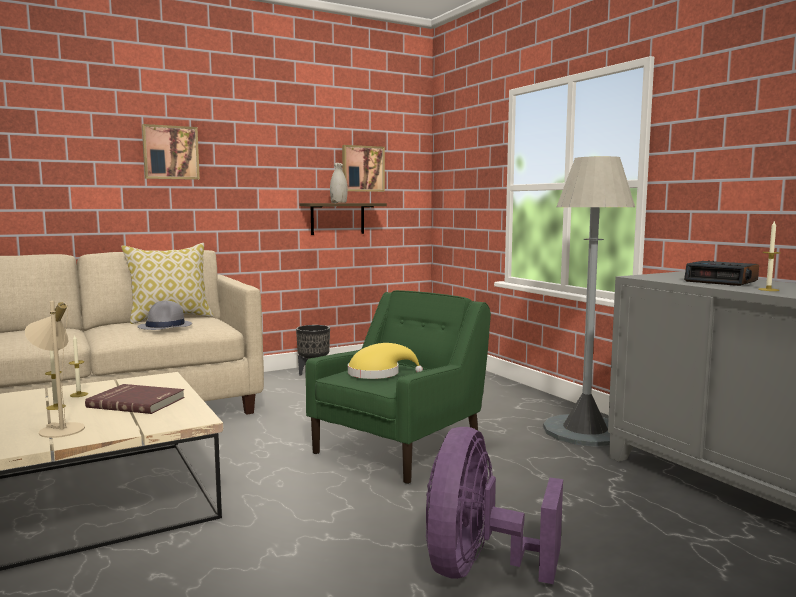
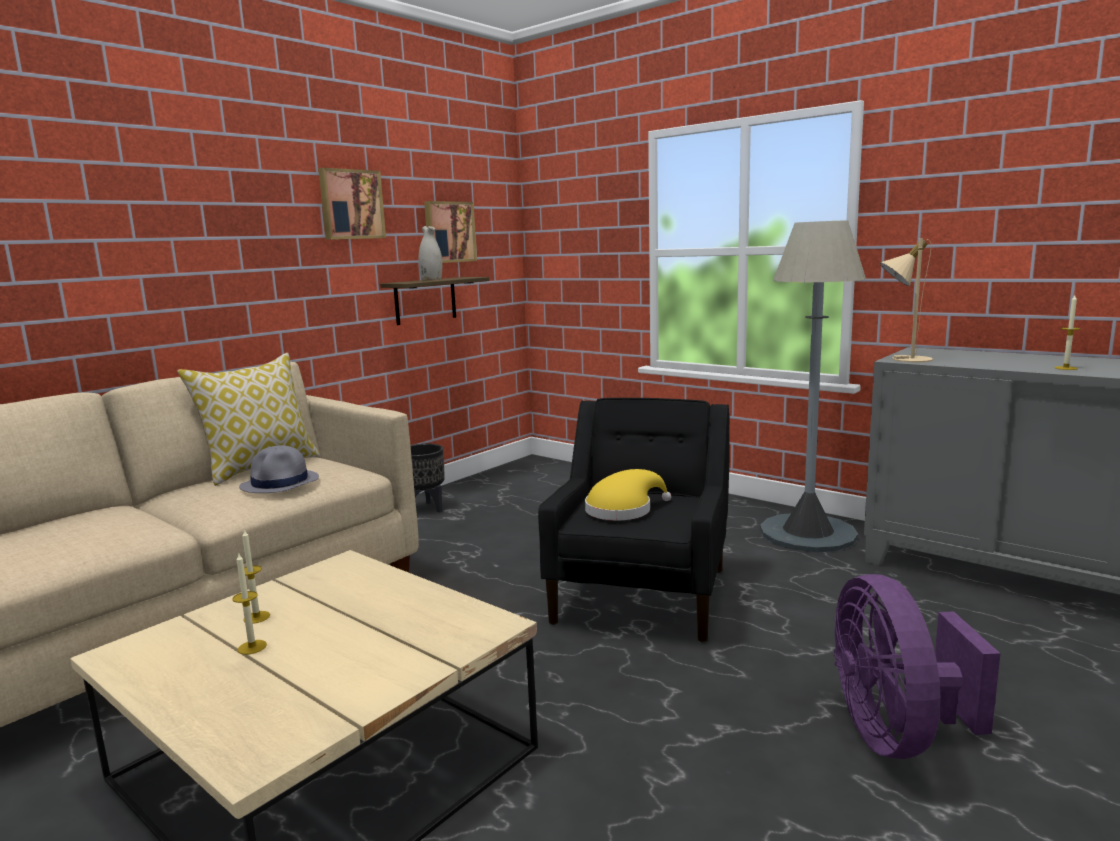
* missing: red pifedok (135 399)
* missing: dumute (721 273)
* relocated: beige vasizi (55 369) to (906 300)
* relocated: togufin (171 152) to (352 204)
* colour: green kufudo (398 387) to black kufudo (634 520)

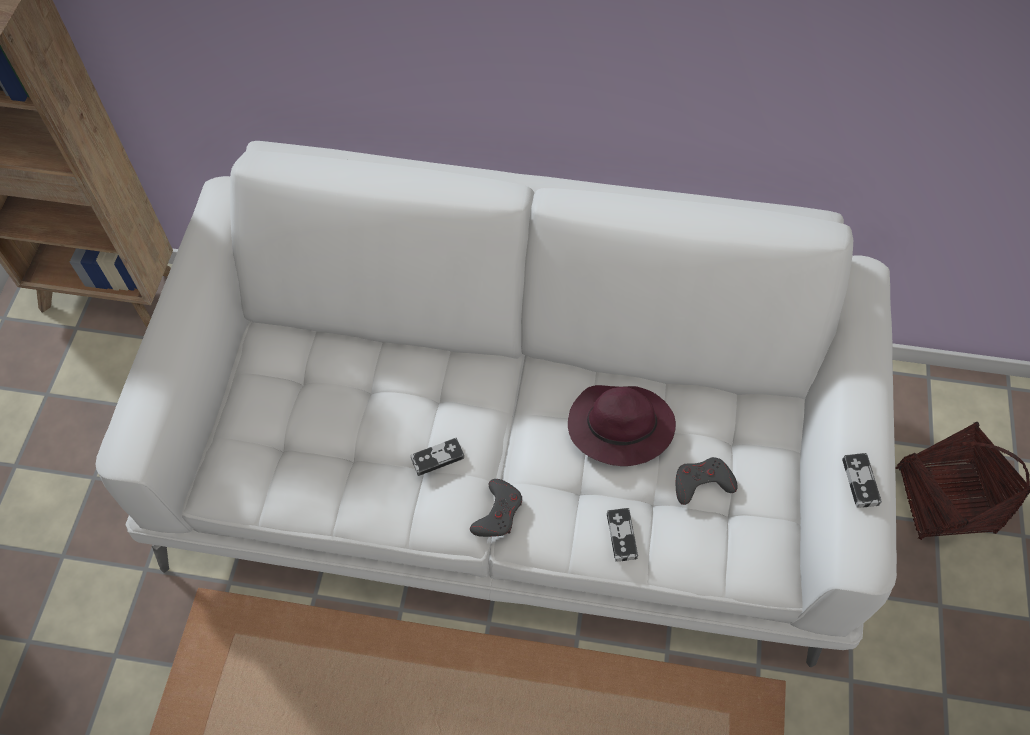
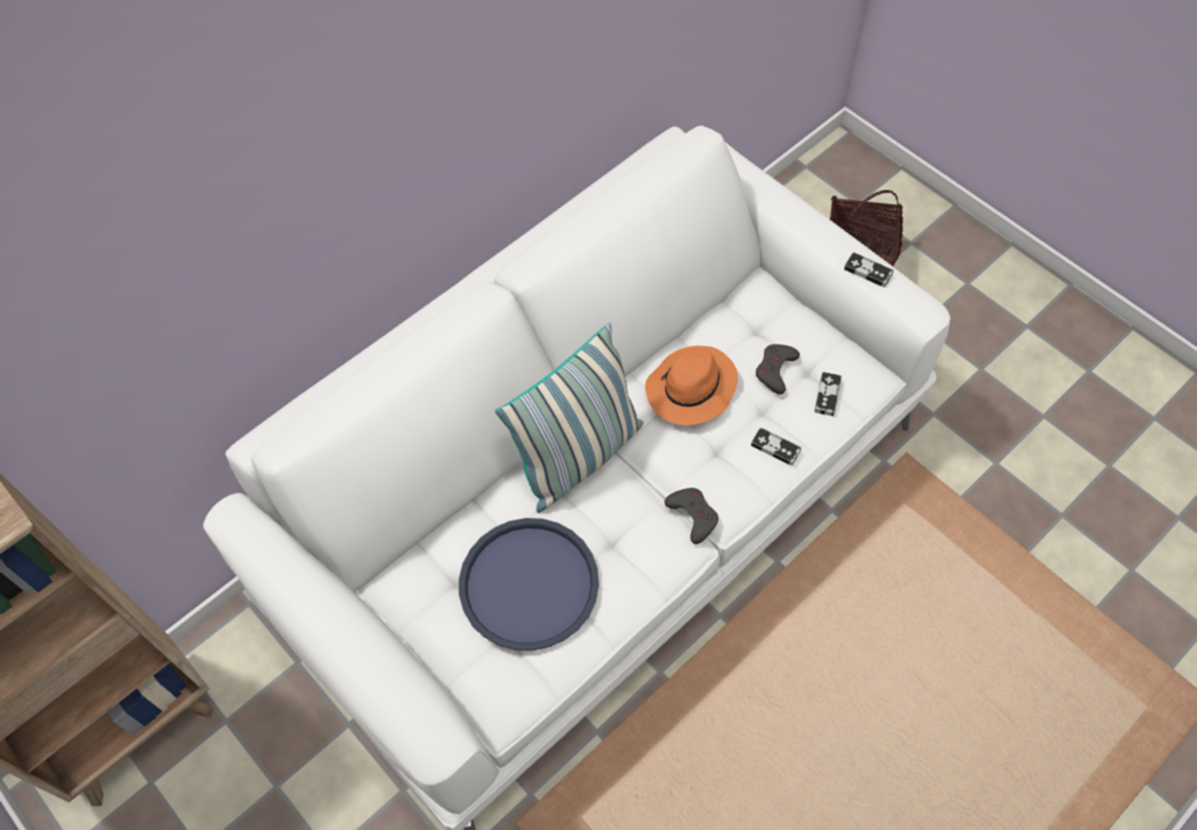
* appeared: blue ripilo (529 584)
* appeared: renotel (569 418)
* relocated: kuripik (437 457) to (828 394)
* colour: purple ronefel (622 425) to orange ronefel (691 385)

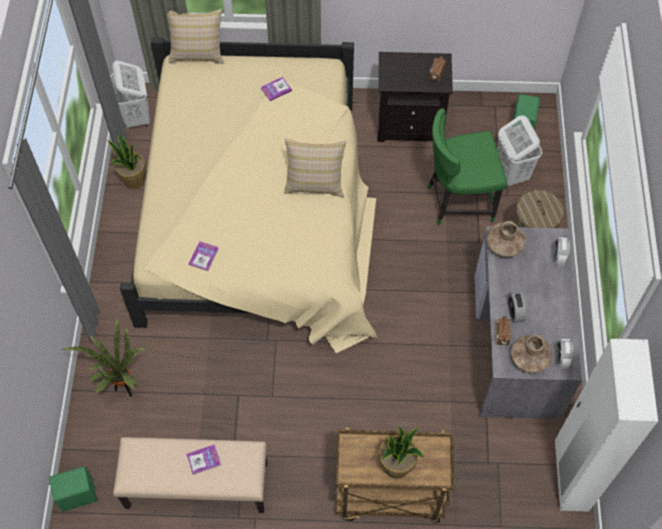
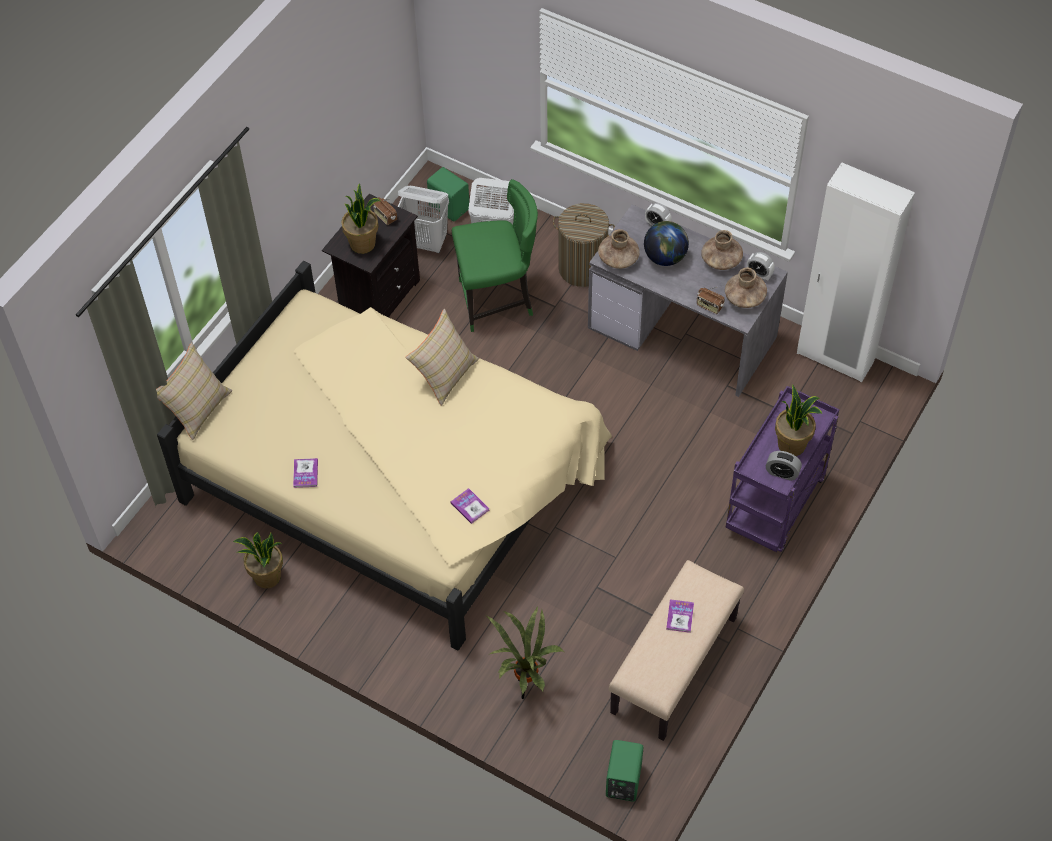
* appeared: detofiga (361 218)
* appeared: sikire (666 243)
* appeared: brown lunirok (722 250)
* relocated: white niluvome (130 95) to (423 219)
* relocated: pifedok (276 89) to (305 473)
* relocated: dumute (516 307) to (784 466)
* colour: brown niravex (395 475) to purple niravex (782 469)
* spun: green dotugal (467 166) = (495 255) 120 degrees counterclockwise

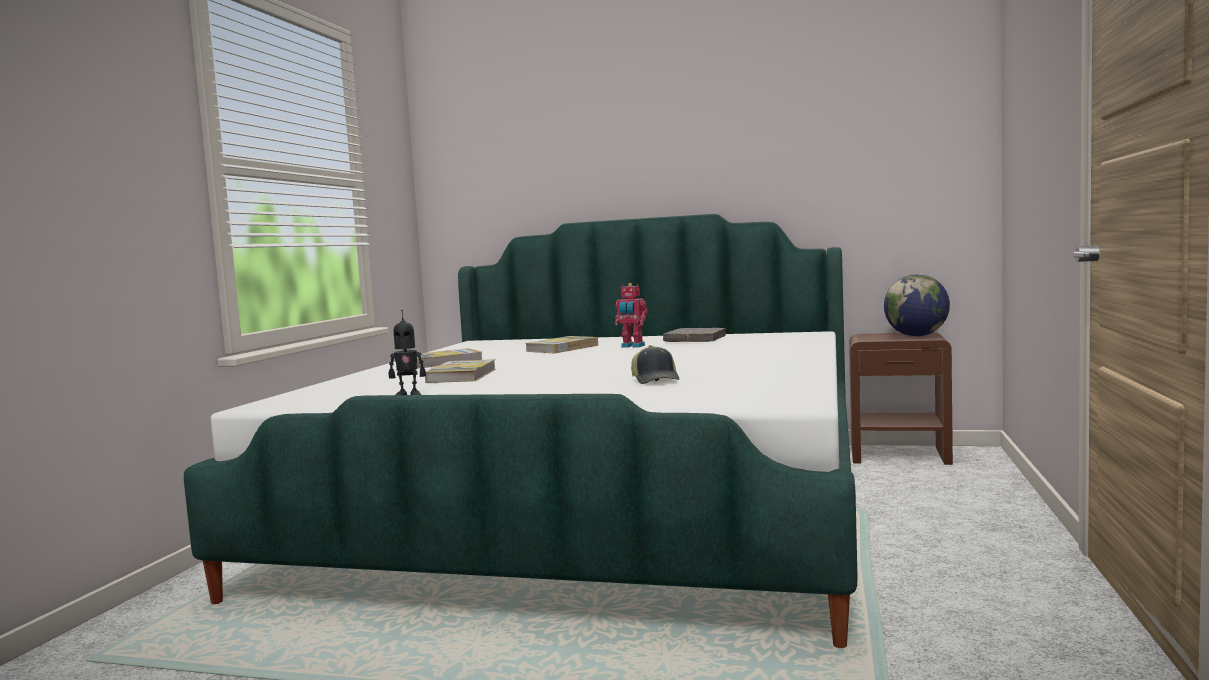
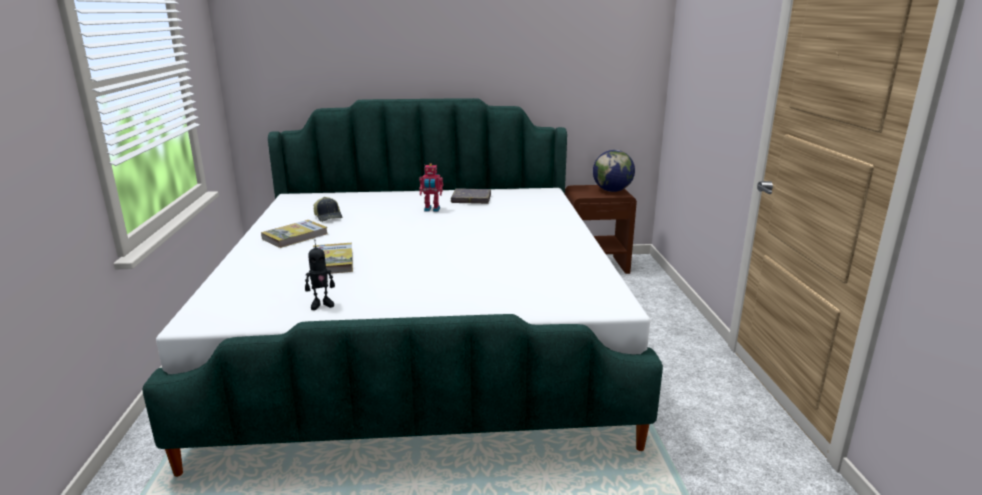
* missing: pifedok (561 344)
* relocated: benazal (655 364) to (328 209)

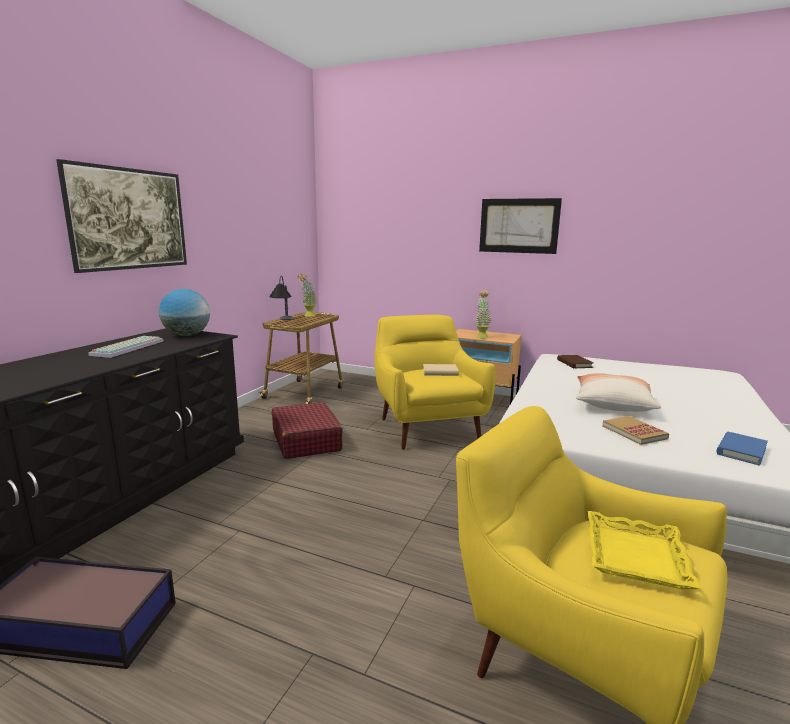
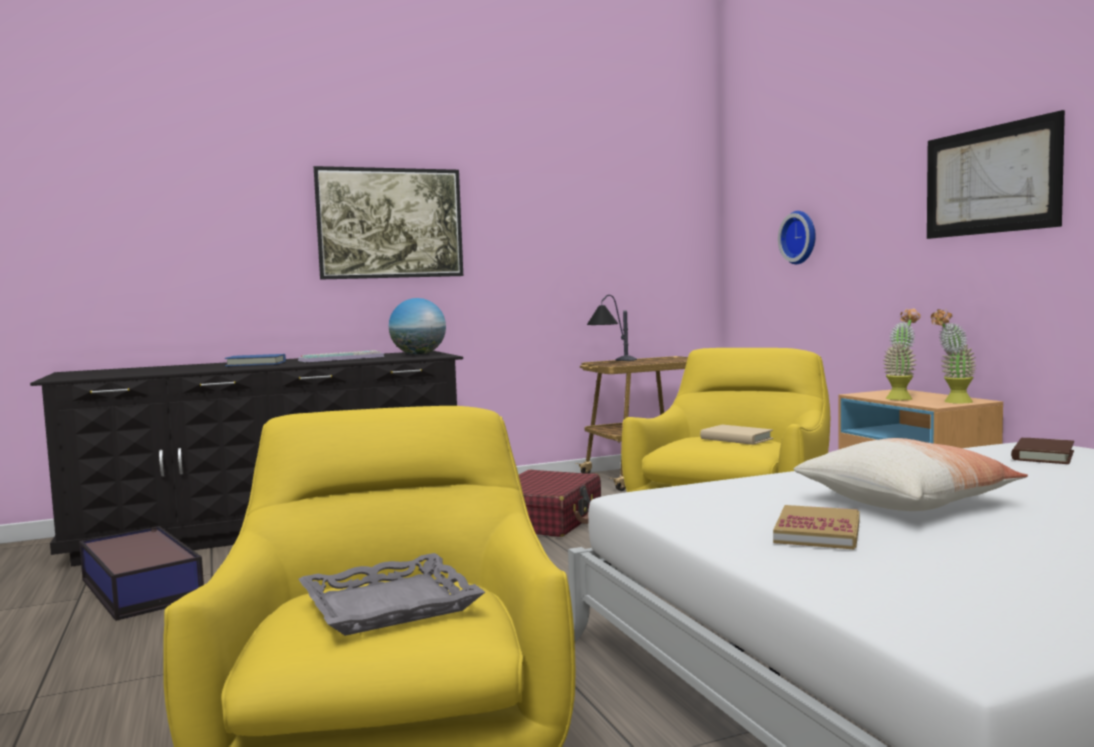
* appeared: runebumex (797 237)
* relocated: detofiga (307 295) to (953 356)
* relocated: blue pifedok (742 449) to (255 360)
* colour: yellow ripilo (645 550) to grey ripilo (391 594)

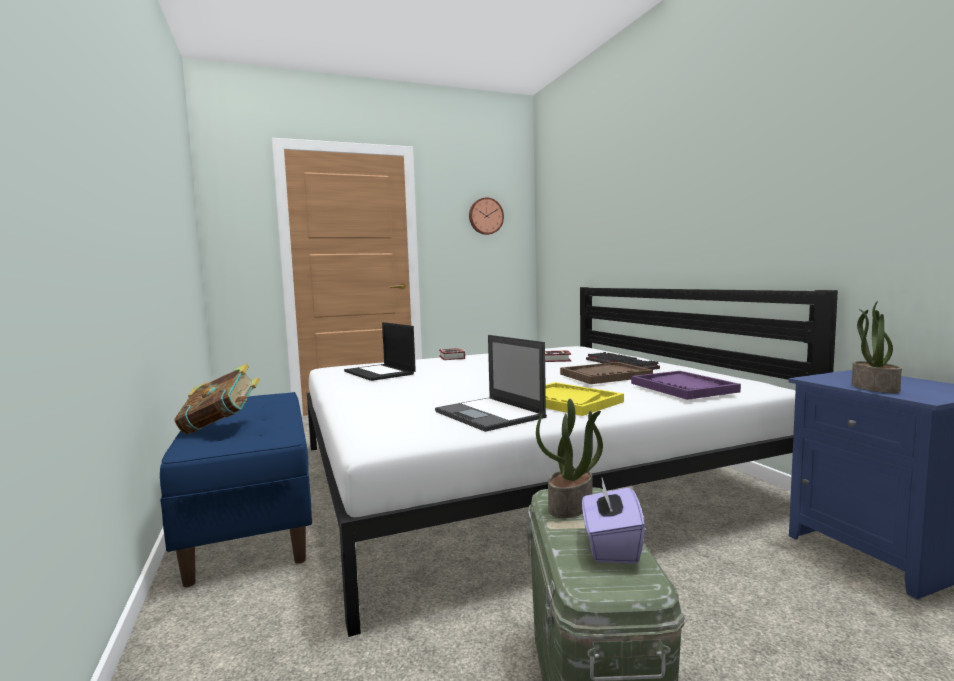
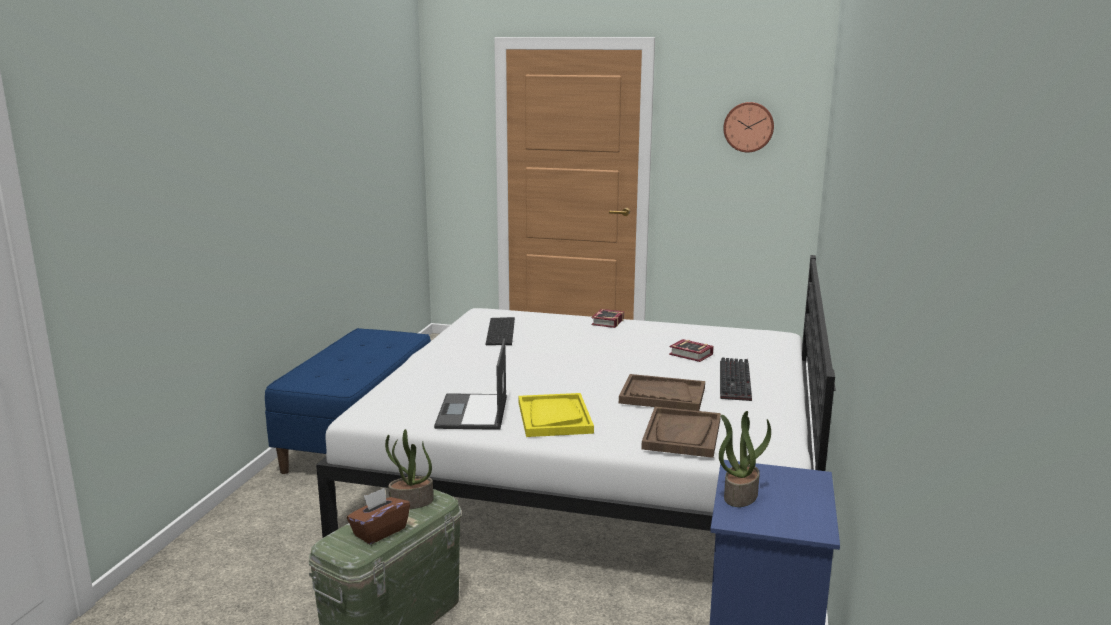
* missing: pifedok (217 399)
* exchanged: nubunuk (380 351) to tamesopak (500 331)
* colour: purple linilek (613 521) to brown linilek (378 516)
* colour: purple ripilo (686 385) to brown ripilo (681 432)

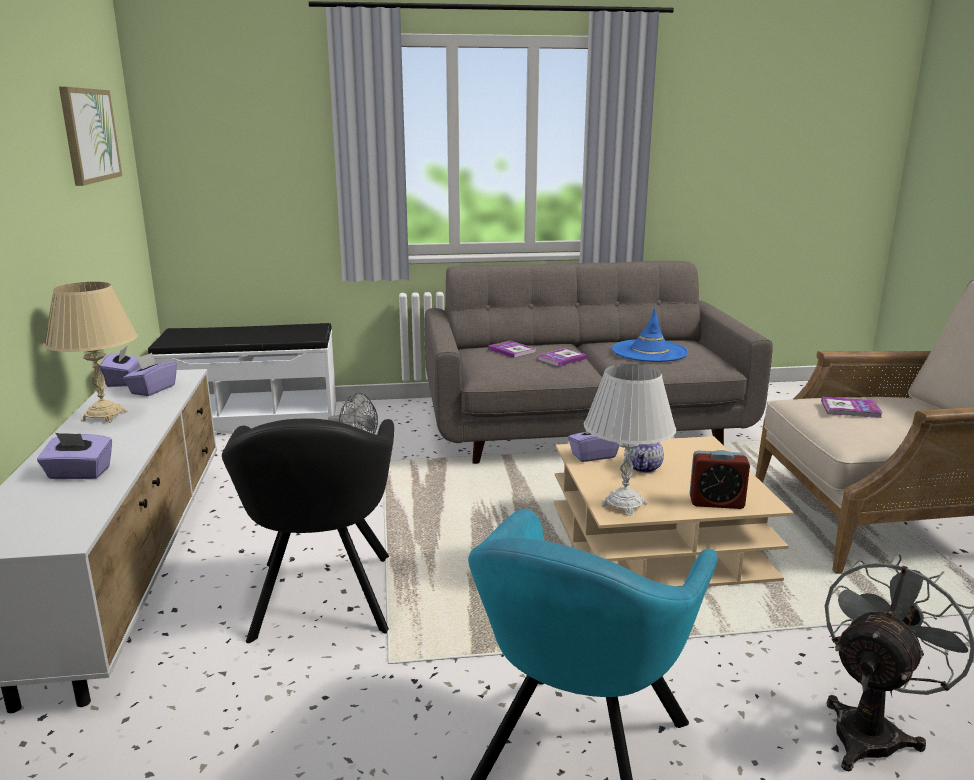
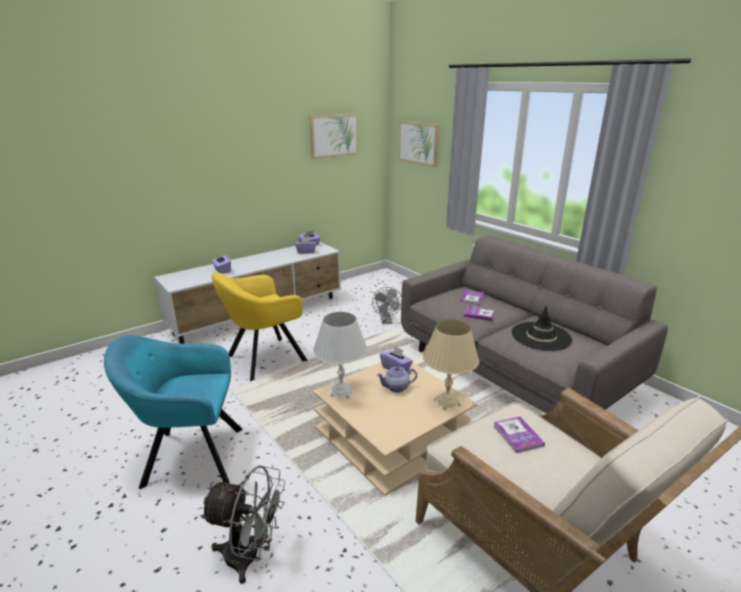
* missing: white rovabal (242 377)
* missing: dumute (720 479)
* appeared: togufin (419 144)
* relocated: beige vasizi (90 352) to (451 365)
* colour: black kufudo (308 530) to yellow kufudo (260 327)
* colour: blue ronefel (650 334) to black ronefel (542 328)

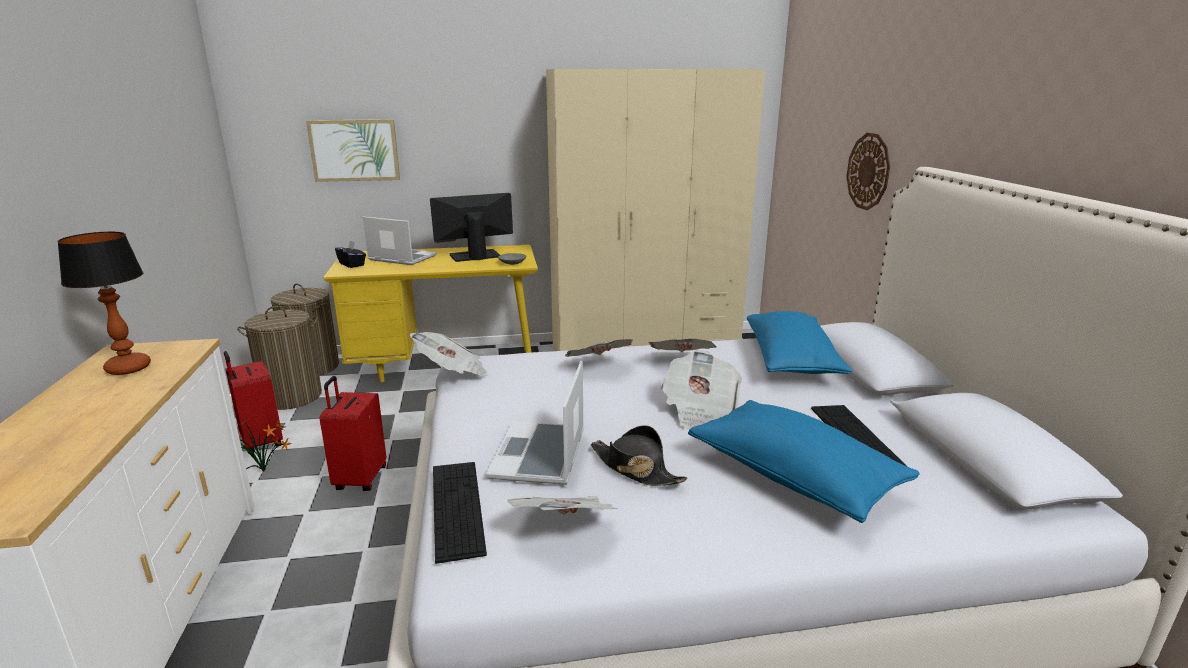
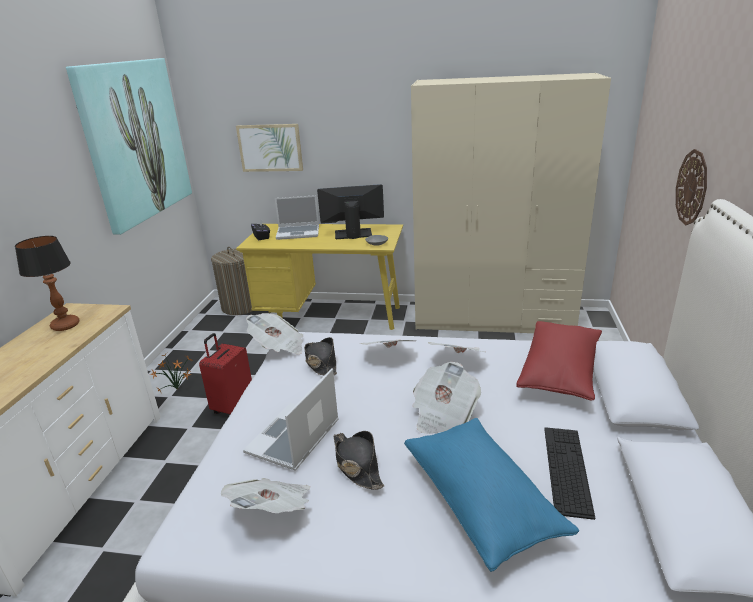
* missing: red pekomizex (253 402)
* missing: niluvome (279 358)
* missing: tamesopak (460 513)
* appeared: togufin (129 146)
* appeared: black ronefel (320 356)
* colour: blue renotel (799 342) to red renotel (559 360)
* spun: nubunuk (400 240) = (297 217) 135 degrees clockwise

